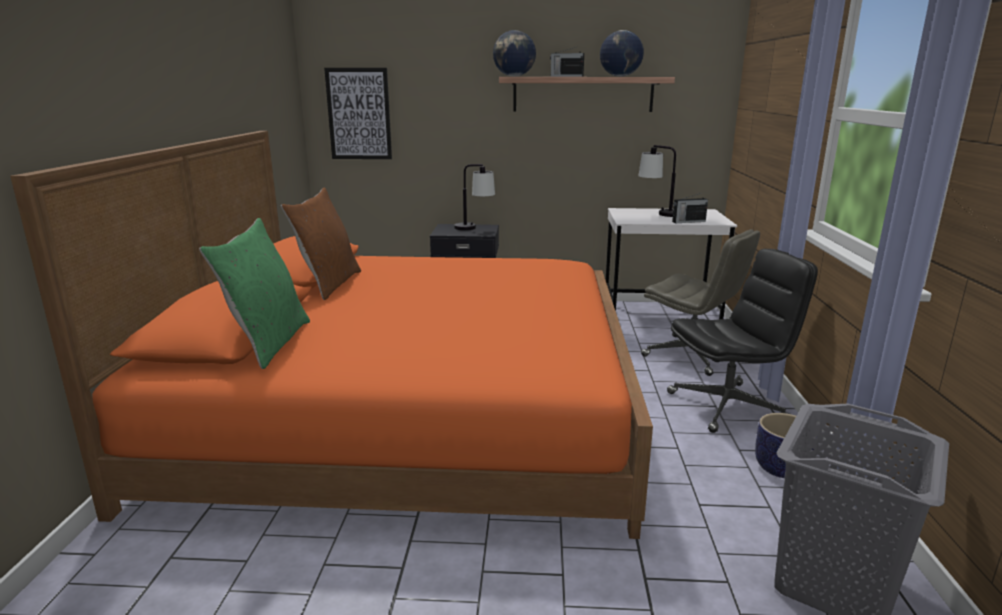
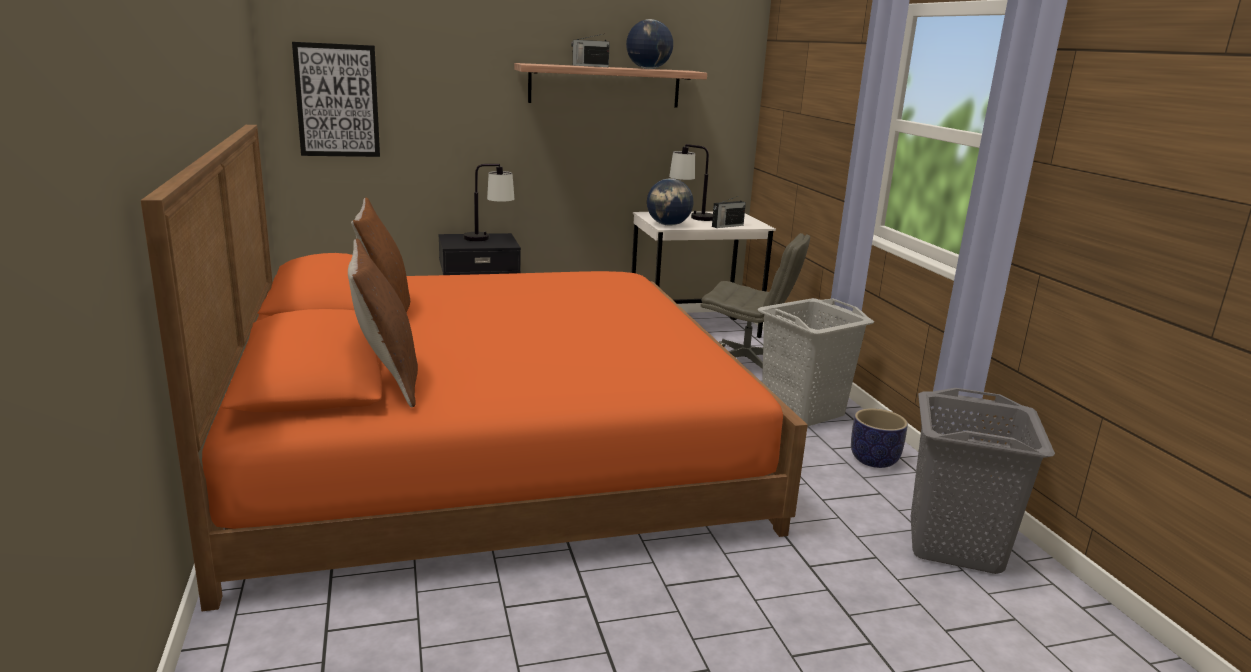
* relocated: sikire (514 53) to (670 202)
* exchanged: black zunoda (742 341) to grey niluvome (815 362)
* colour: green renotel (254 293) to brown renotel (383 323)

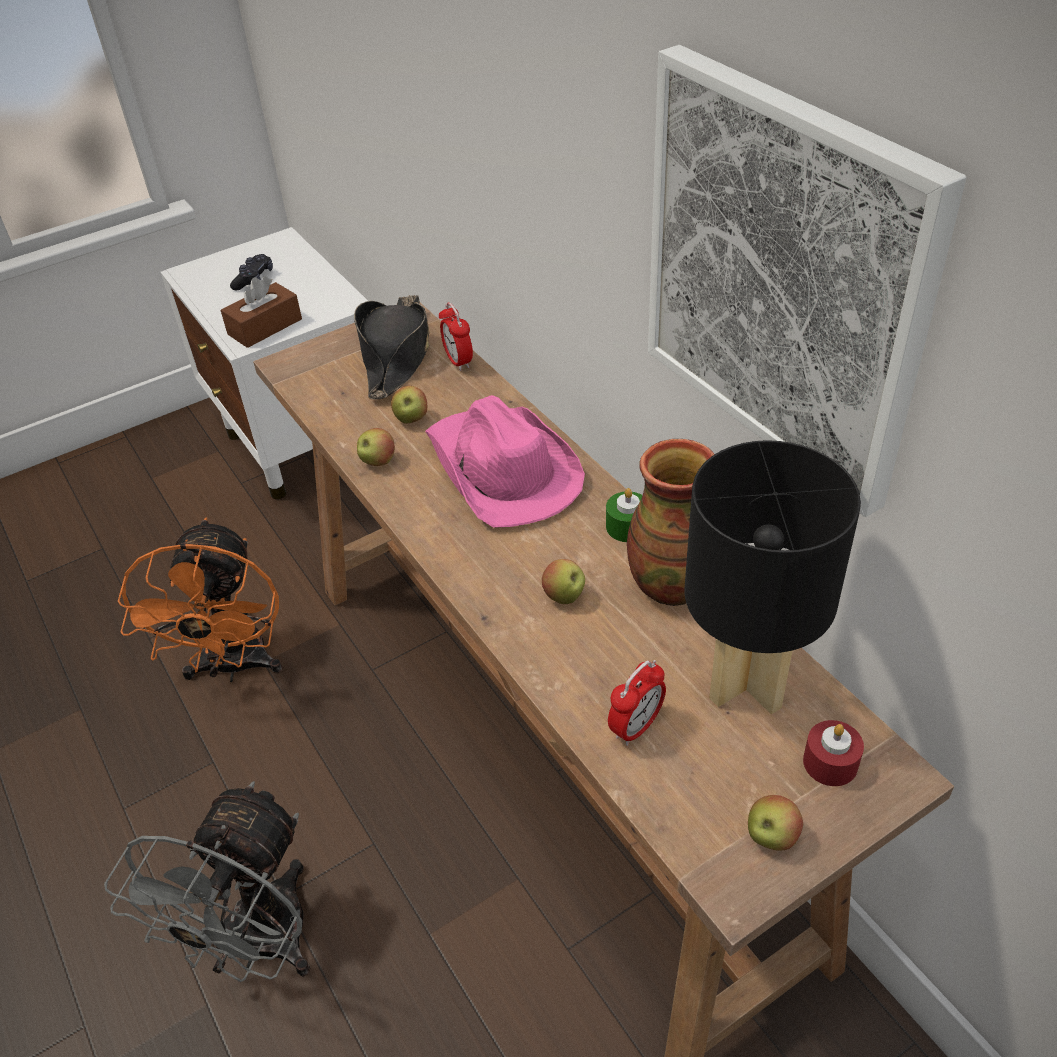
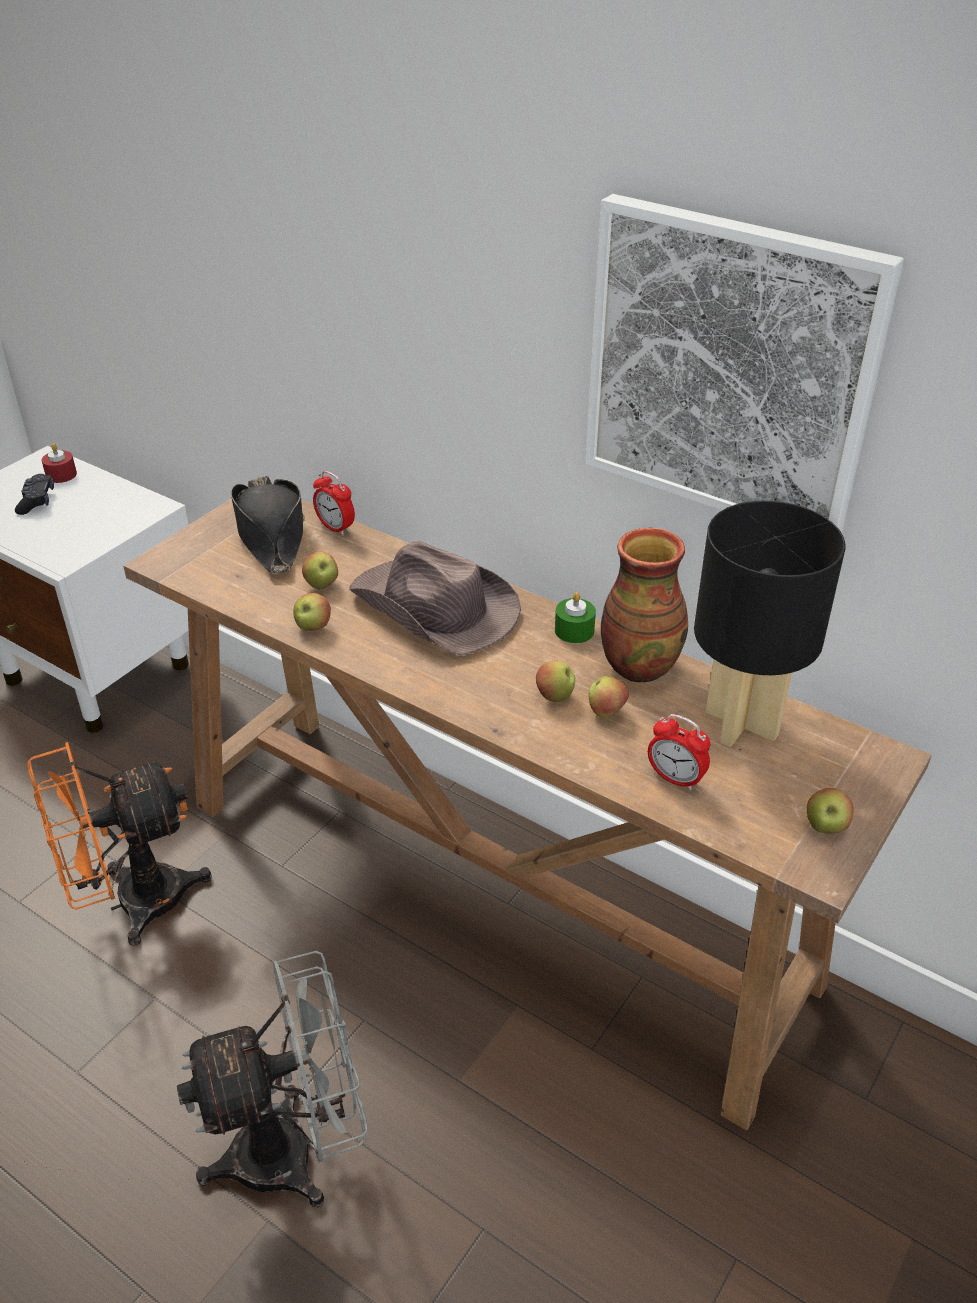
* missing: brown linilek (261 312)
* appeared: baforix (609 697)
* relocated: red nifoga (833 753) to (59 463)
* colour: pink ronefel (505 461) to brown ronefel (435 598)
* spun: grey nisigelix (207 881) = (272 1079) 105 degrees counterclockwise
* spun: orange nisigelix (200 600) = (119 844) 90 degrees clockwise
* spun: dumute (637 703) = (679 752) 105 degrees clockwise

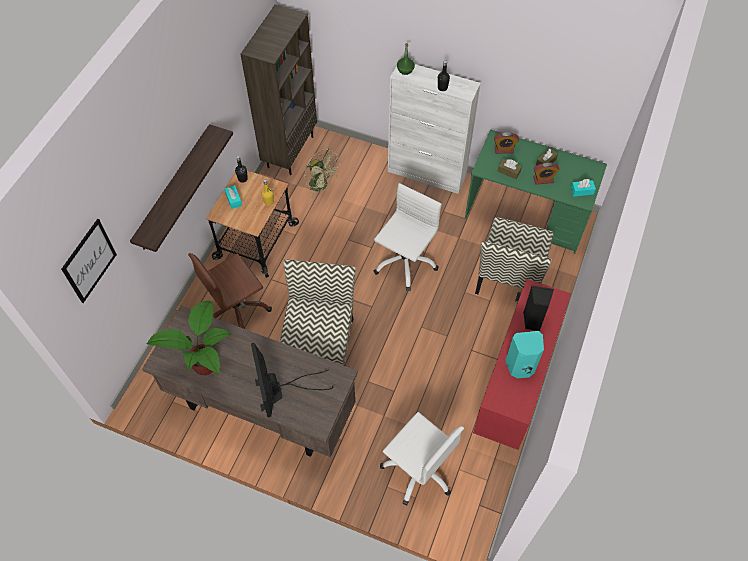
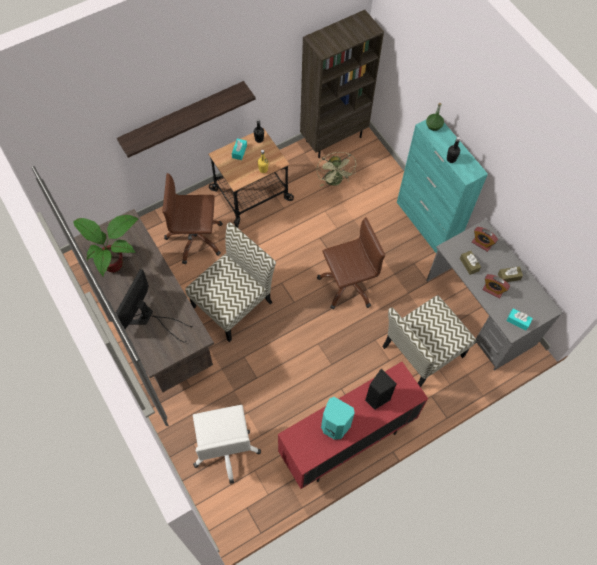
* missing: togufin (89 261)
* colour: white zunoda (408 237) to brown zunoda (351 263)
* colour: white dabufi (434 129) to turquoise dabufi (442 186)
* colour: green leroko (536 191) to grey leroko (494 295)

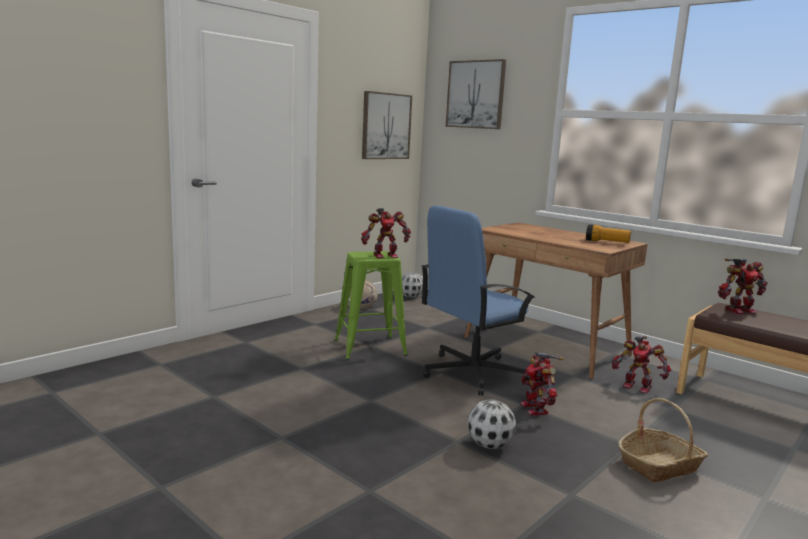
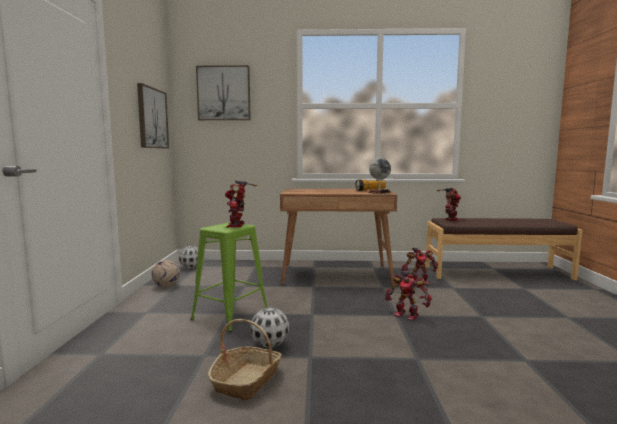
* missing: blue zunoda (478 300)
* appeared: sikire (379 175)
* relocated: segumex (492 424) to (270 327)
* relocated: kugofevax (663 440) to (245 360)
* spun: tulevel (386 233) = (241 203) 150 degrees clockwise

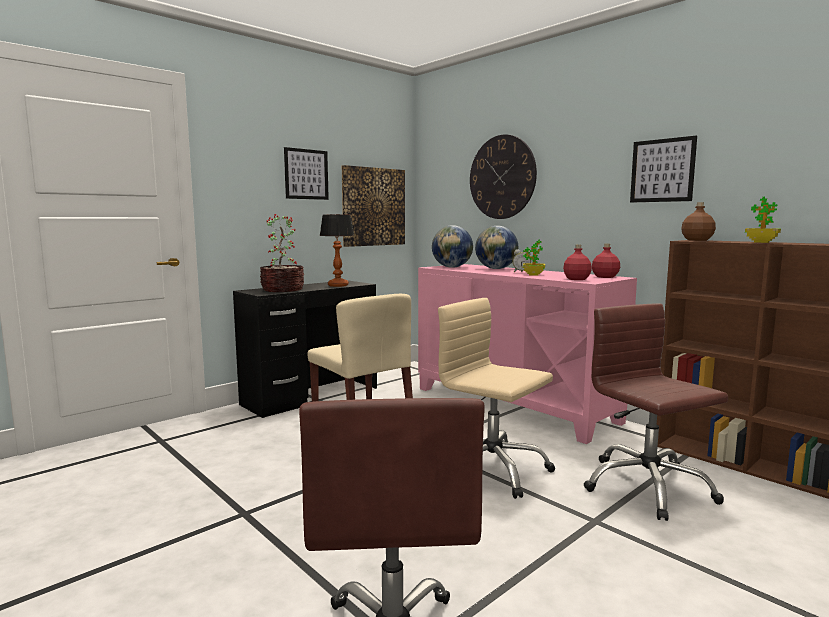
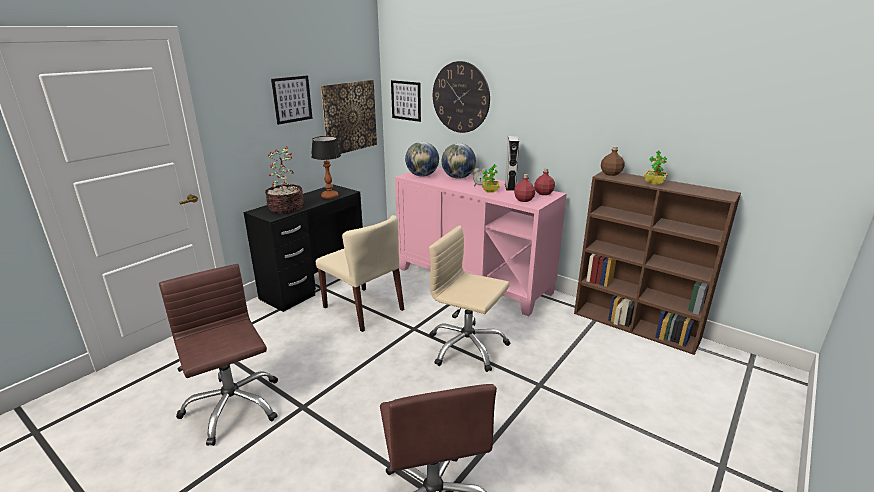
* appeared: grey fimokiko (512 163)
* relocated: brown zunoda (656 412) to (218 355)
* relocated: togufin (663 169) to (406 101)

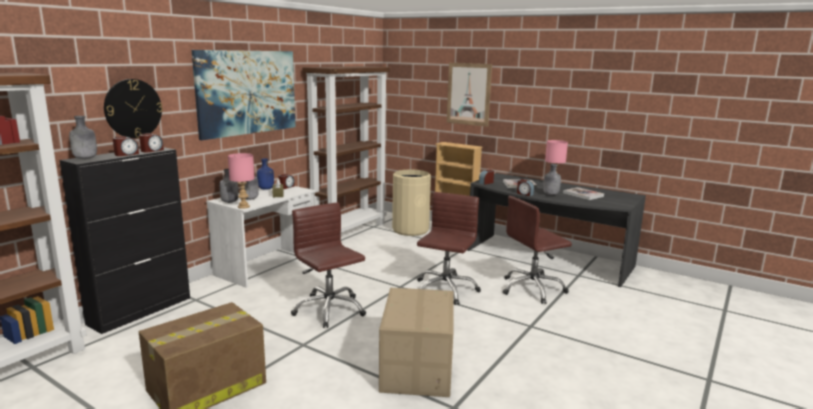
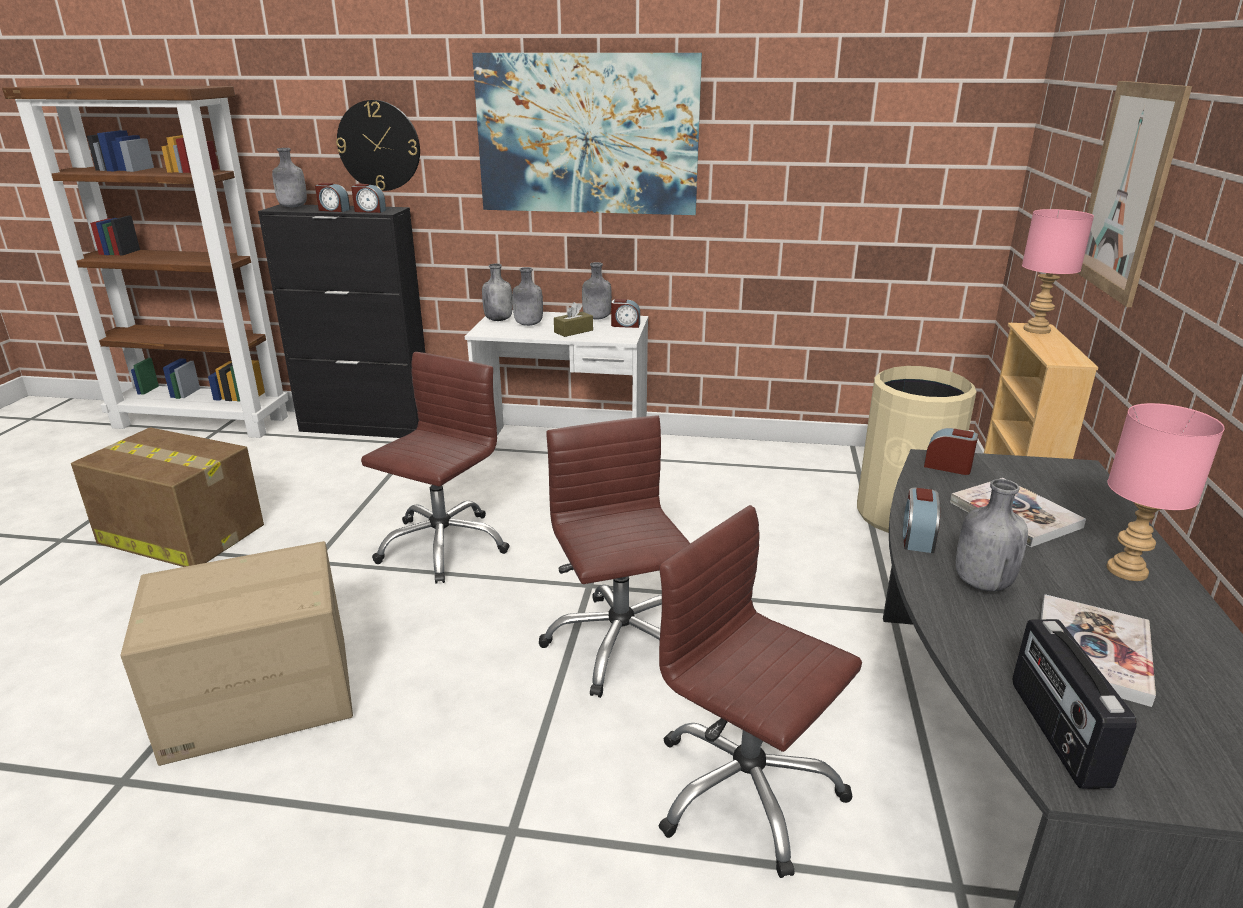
* missing: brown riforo (346 149)
* appeared: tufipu (1075 704)
* relocated: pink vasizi (241 181) to (1058 271)
* colour: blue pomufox (265 174) to grey pomufox (597 291)
* spun: brown zunoda (449 248) = (615 556) 105 degrees counterclockwise

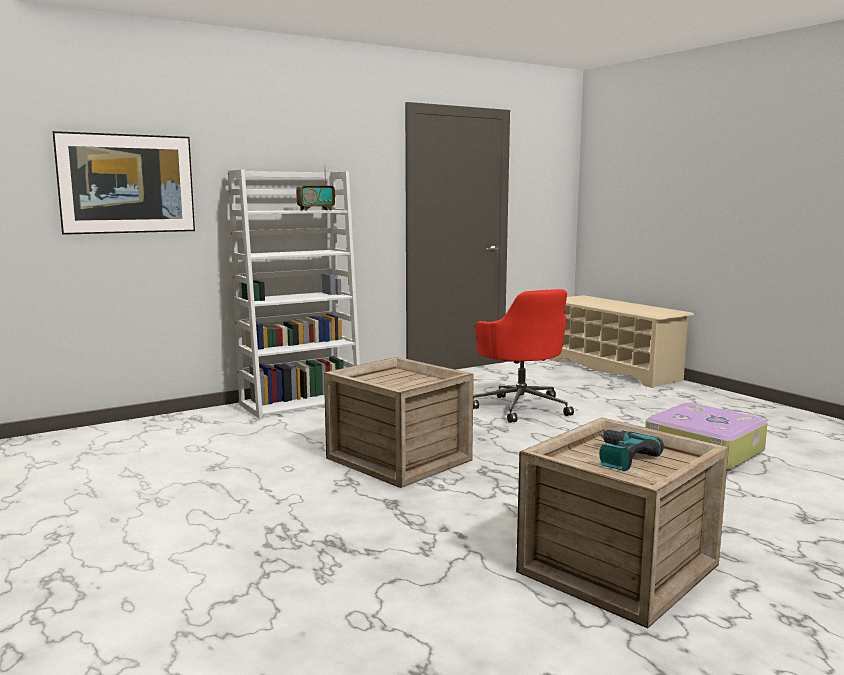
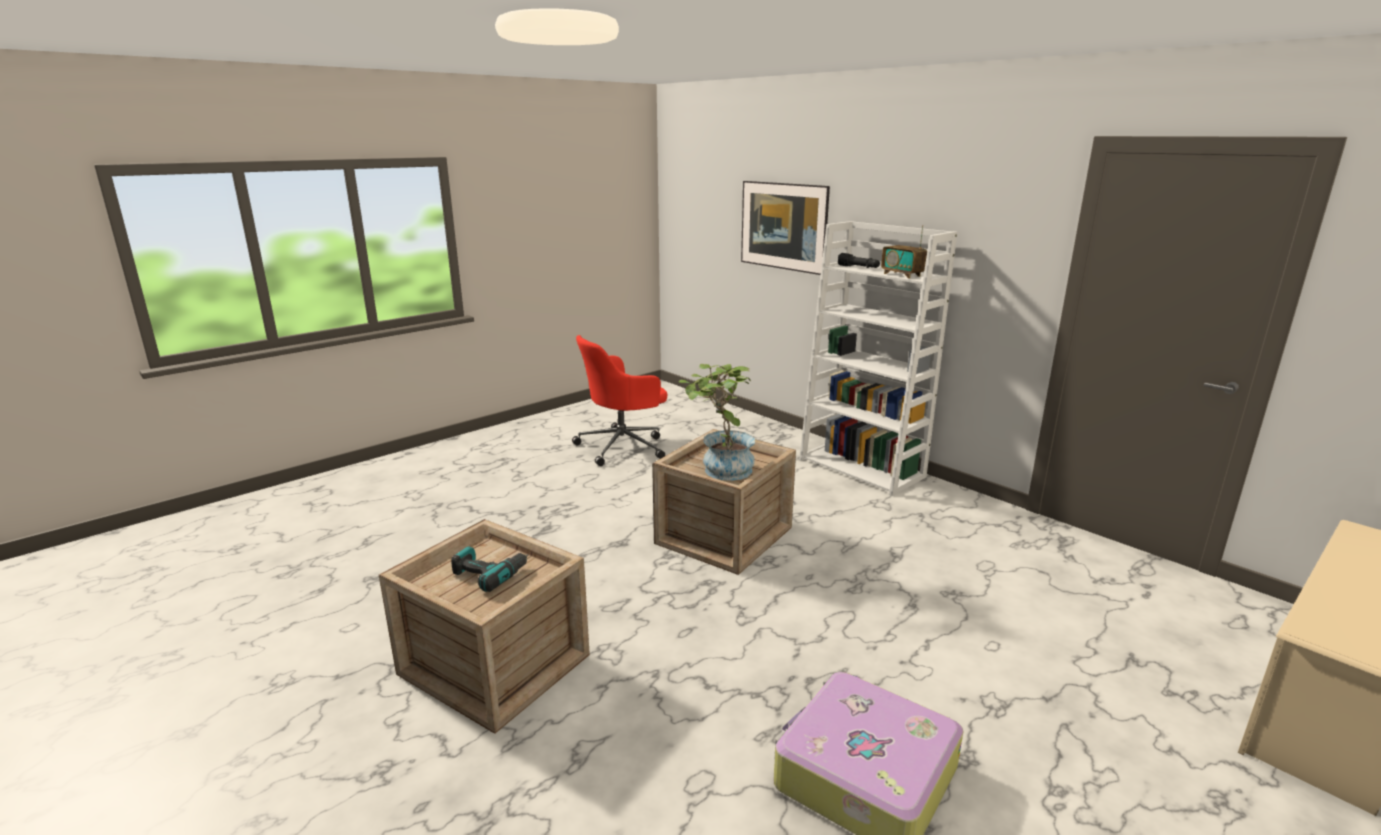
* appeared: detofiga (717 422)
* appeared: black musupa (859 260)
* relocated: red zunoda (523 356) to (619 400)

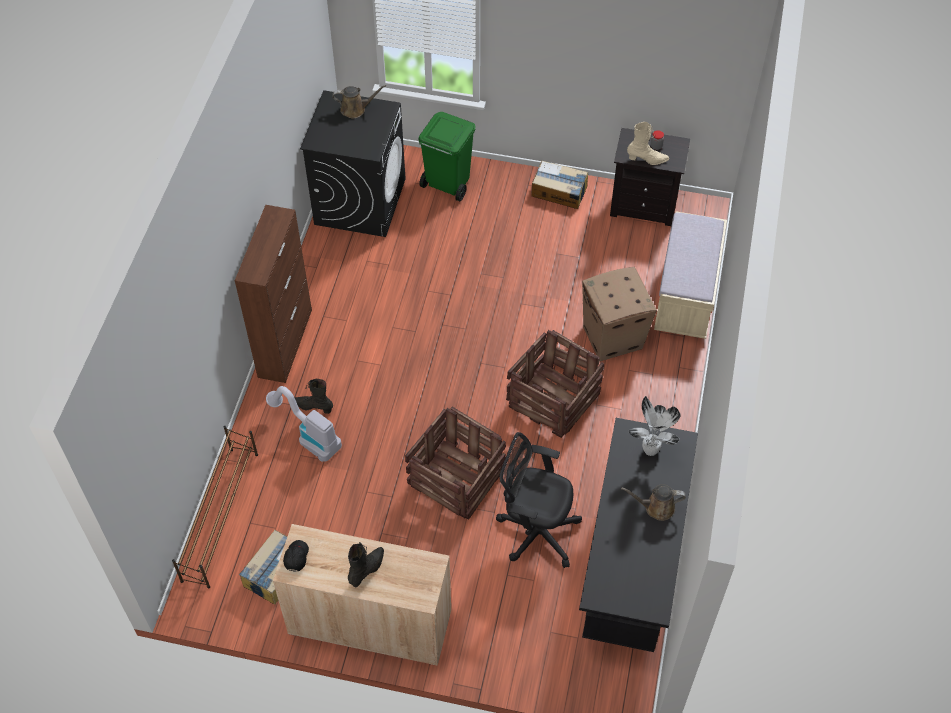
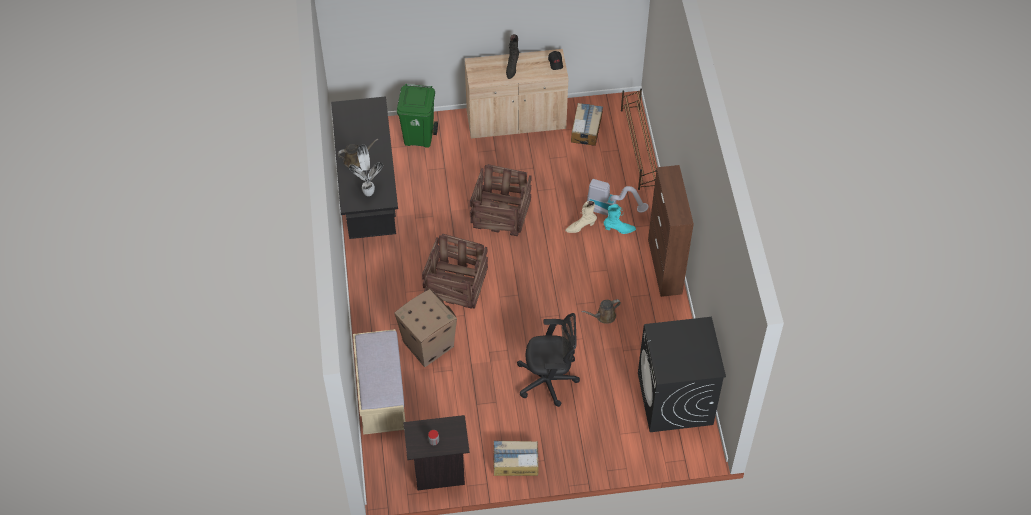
* relocated: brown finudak (359 101) to (601 311)
* relocated: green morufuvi (447 157) to (417 116)
* relocated: black zunoda (539 500) to (548 360)
* relocated: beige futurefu (648 143) to (581 217)
* colour: black futurefu (314 396) to turquoise futurefu (619 219)

